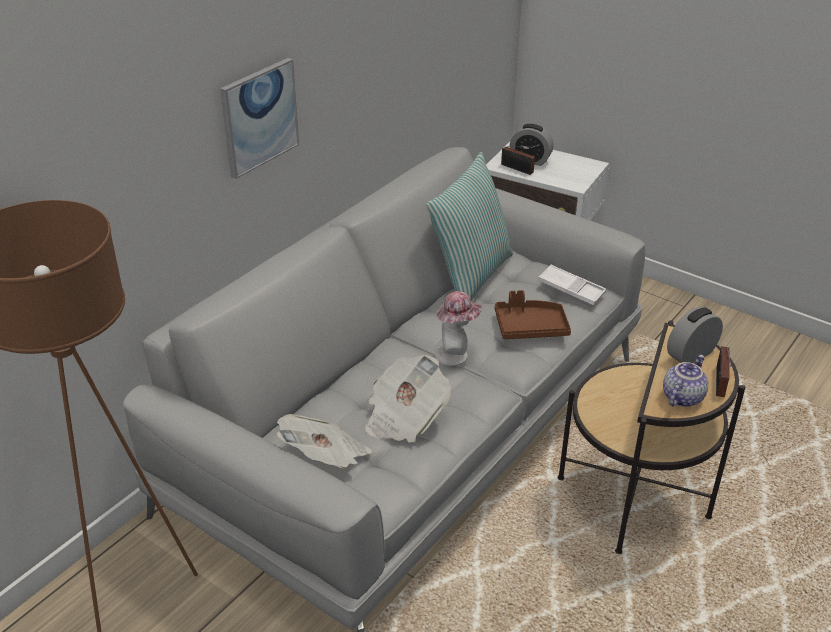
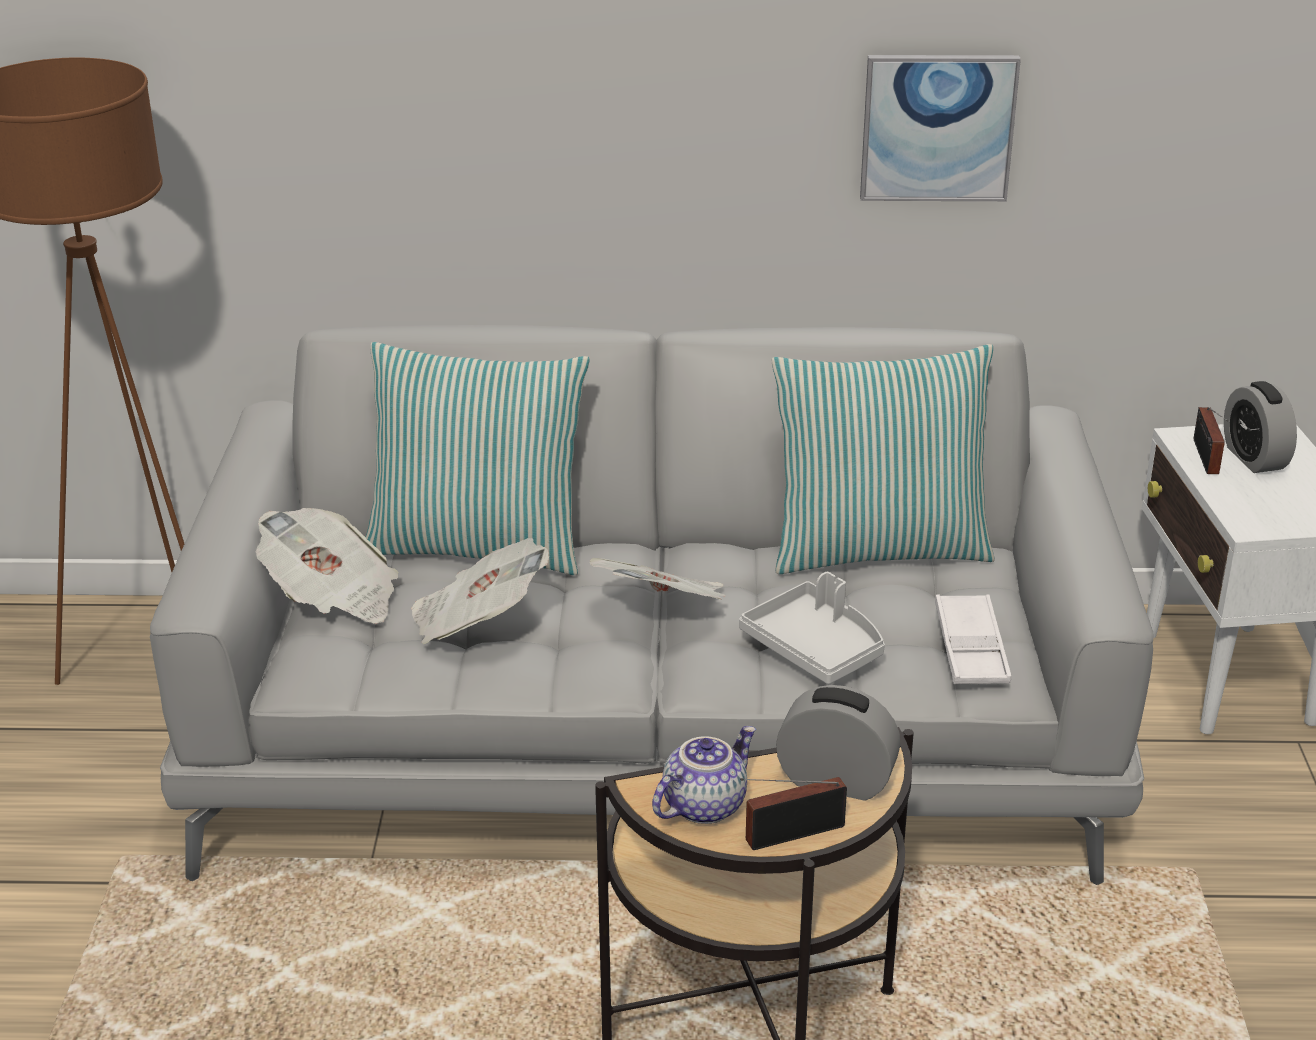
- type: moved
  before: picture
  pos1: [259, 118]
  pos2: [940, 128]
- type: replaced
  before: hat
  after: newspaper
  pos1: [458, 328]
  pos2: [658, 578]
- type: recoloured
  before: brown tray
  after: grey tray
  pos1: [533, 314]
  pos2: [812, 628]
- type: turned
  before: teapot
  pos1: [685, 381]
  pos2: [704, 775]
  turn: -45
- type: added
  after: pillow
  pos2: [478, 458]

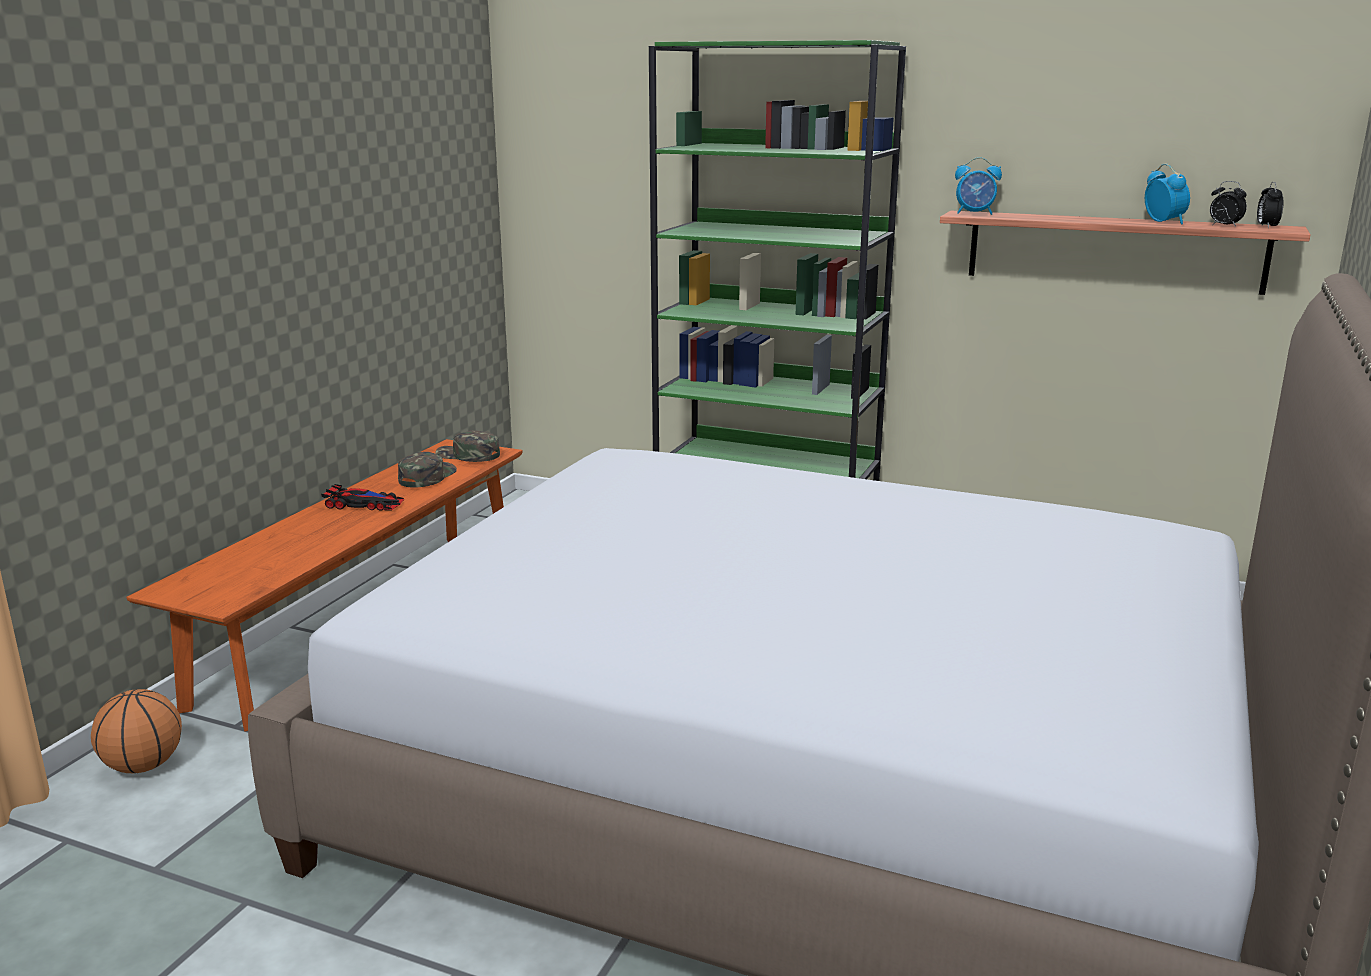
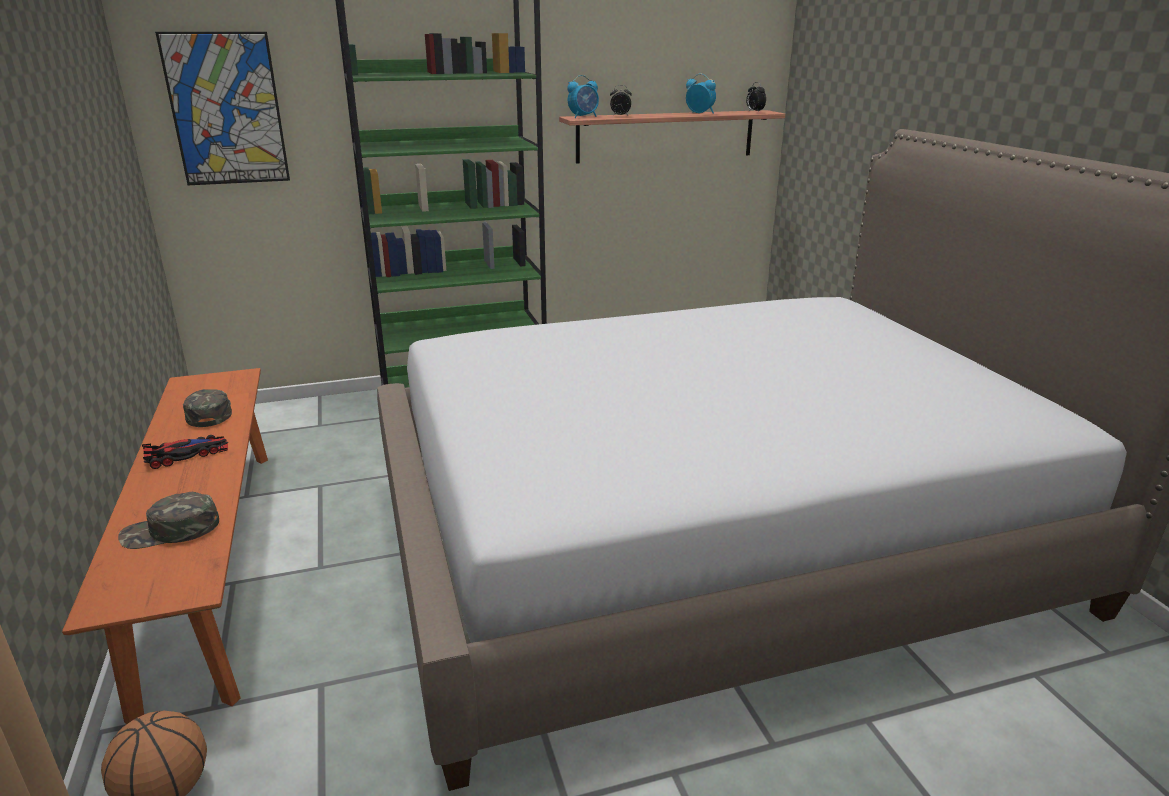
- type: moved
  before: green cap
  pos1: [467, 446]
  pos2: [168, 520]
- type: moved
  before: alarm clock
  pos1: [1228, 204]
  pos2: [621, 100]
- type: added
  after: picture
  pos2: [222, 108]

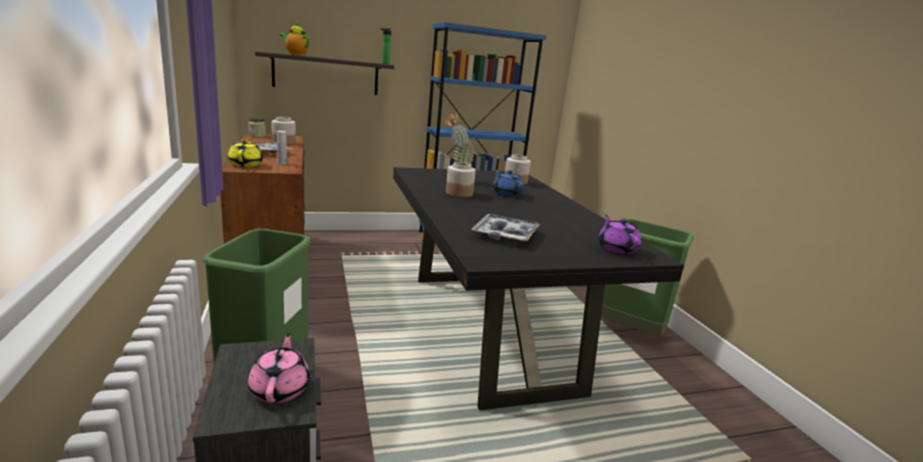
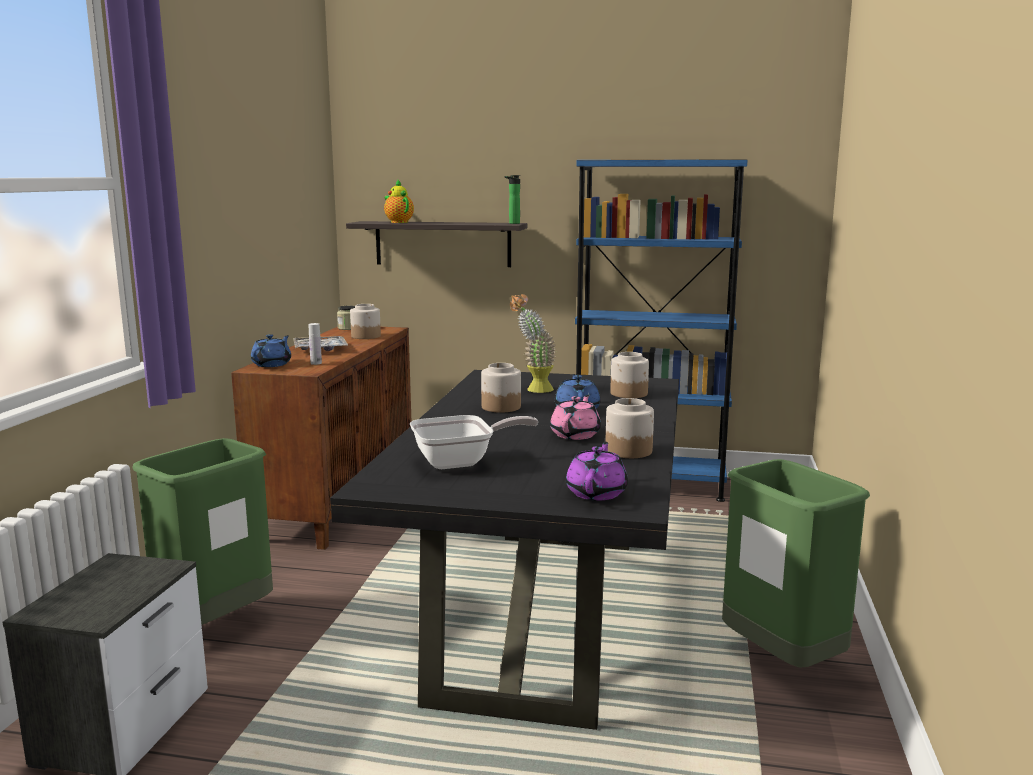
- type: recoloured
  before: yellow teapot
  after: blue teapot
  pos1: [245, 153]
  pos2: [271, 350]
- type: moved
  before: pink teapot
  pos1: [279, 368]
  pos2: [575, 417]
- type: replaced
  before: tray
  after: frying pan
  pos1: [505, 228]
  pos2: [474, 442]
- type: added
  after: jar
  pos2: [629, 428]

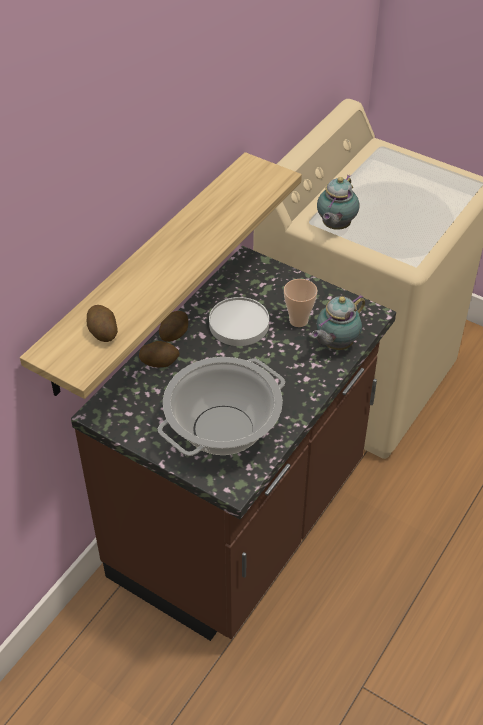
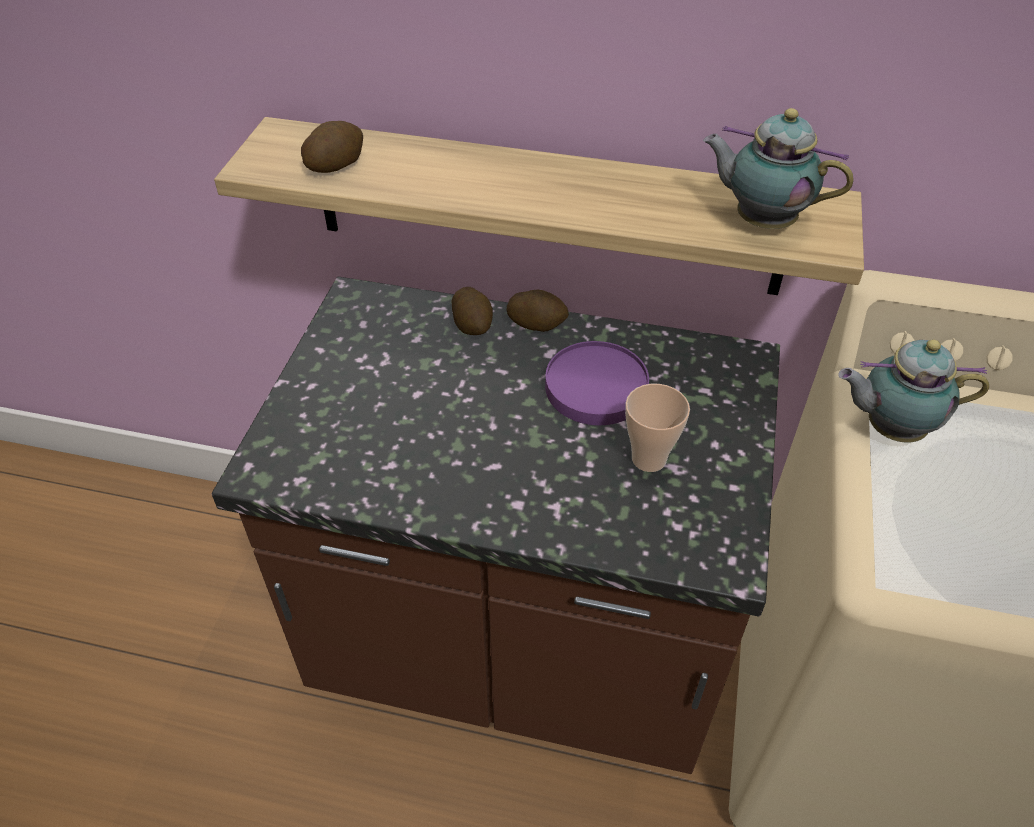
- type: removed
  before: cooking pot
  pos1: [221, 406]
- type: recoloured
  before: white plate
  after: purple plate
  pos1: [239, 321]
  pos2: [597, 383]
- type: moved
  before: teapot
  pos1: [338, 322]
  pos2: [778, 168]

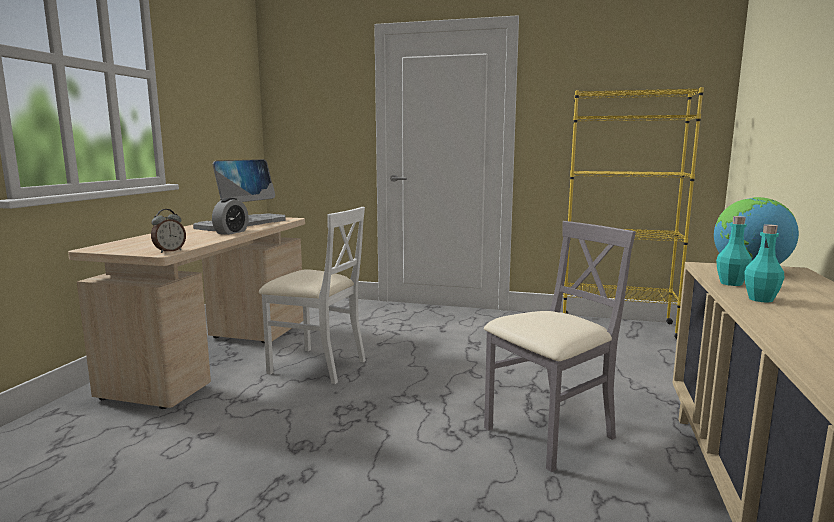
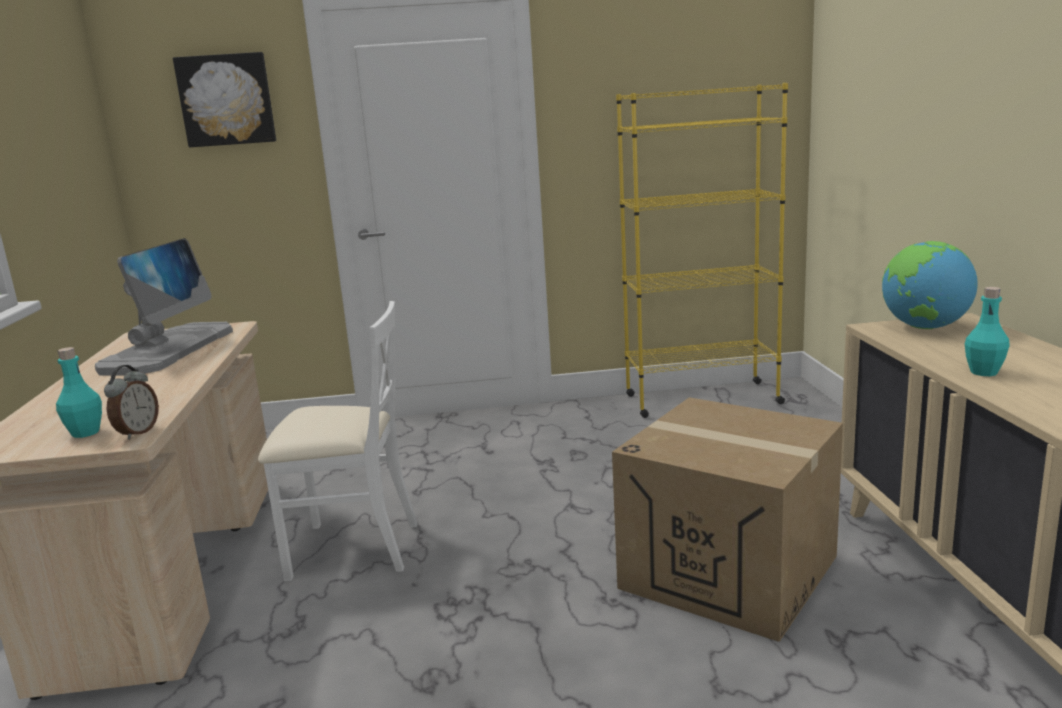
- type: removed
  before: alarm clock
  pos1: [230, 216]
- type: replaced
  before: grey chair
  after: cardboard box
  pos1: [560, 346]
  pos2: [727, 519]
- type: moved
  before: turquoise bottle
  pos1: [734, 251]
  pos2: [79, 392]
- type: added
  after: picture
  pos2: [224, 99]

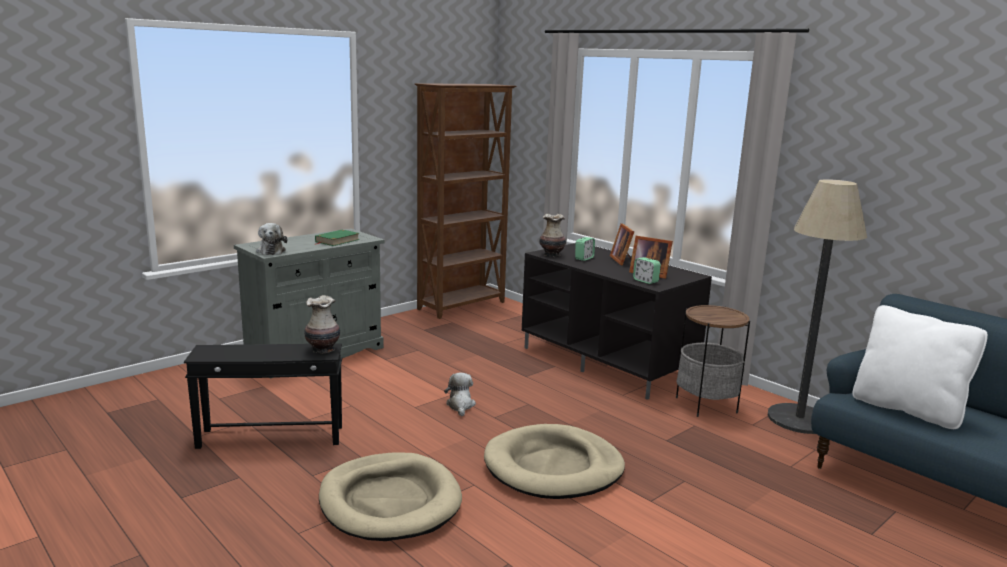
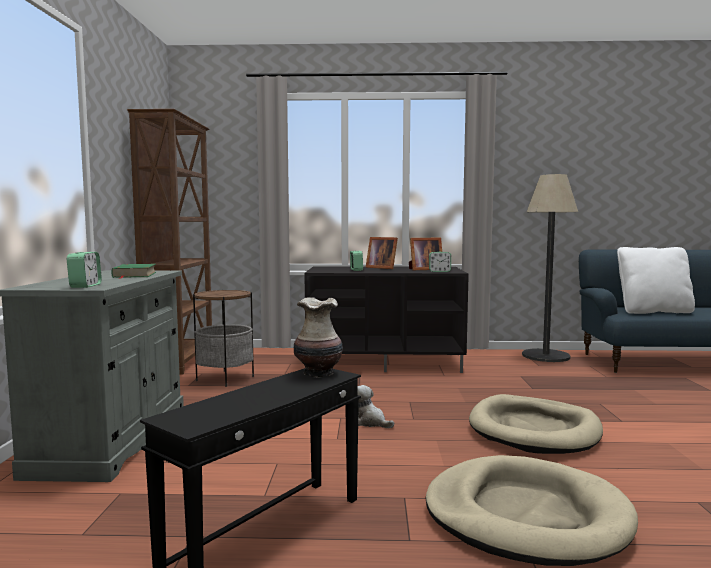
- type: replaced
  before: plush toy
  after: alarm clock
  pos1: [271, 239]
  pos2: [84, 270]
- type: removed
  before: vase
  pos1: [552, 235]
- type: moved
  before: side table
  pos1: [713, 361]
  pos2: [223, 338]

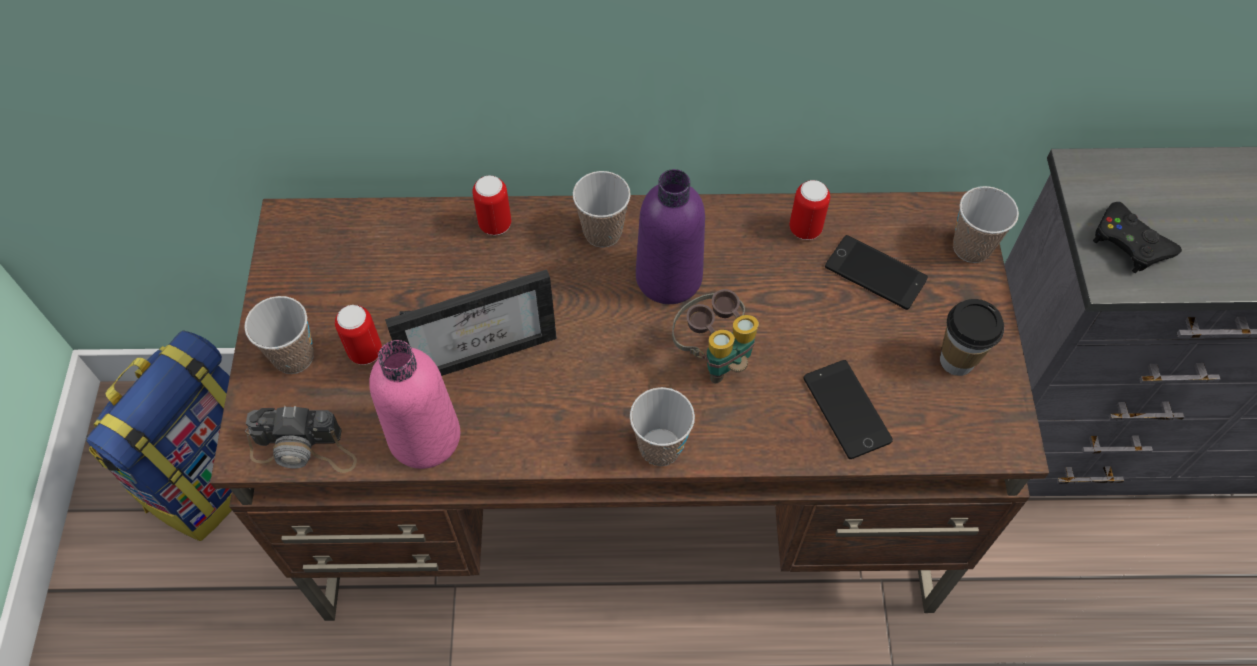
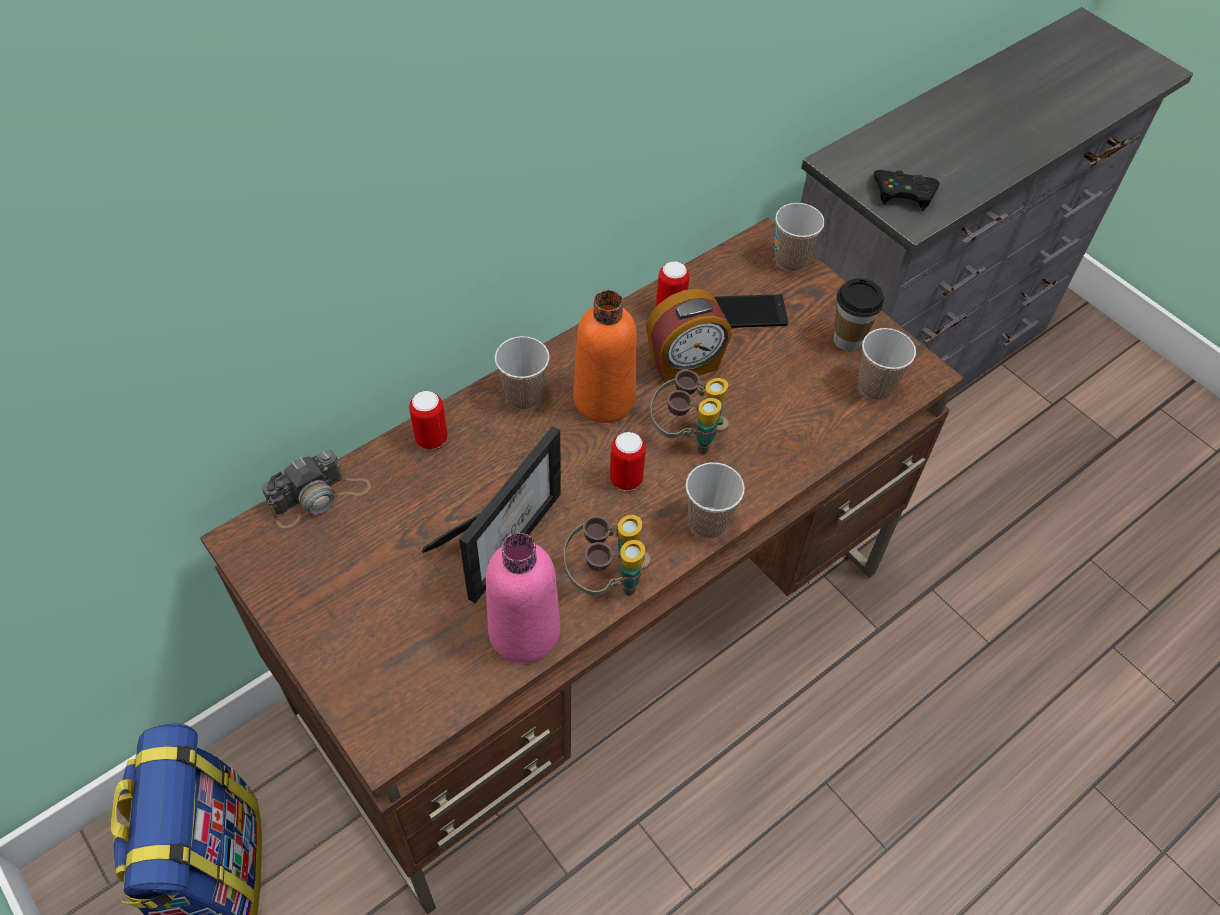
- type: moved
  before: cup
  pos1: [279, 335]
  pos2: [887, 364]
- type: moved
  before: photo camera
  pos1: [301, 439]
  pos2: [316, 489]
- type: moved
  before: can
  pos1: [358, 335]
  pos2: [628, 461]
- type: recoloured
  before: purple bottle
  after: orange bottle
  pos1: [670, 236]
  pos2: [605, 356]
- type: removed
  before: phone
  pos1: [848, 409]
- type: added
  after: binoculars
  pos2: [607, 555]
- type: added
  after: alarm clock
  pos2: [689, 336]

